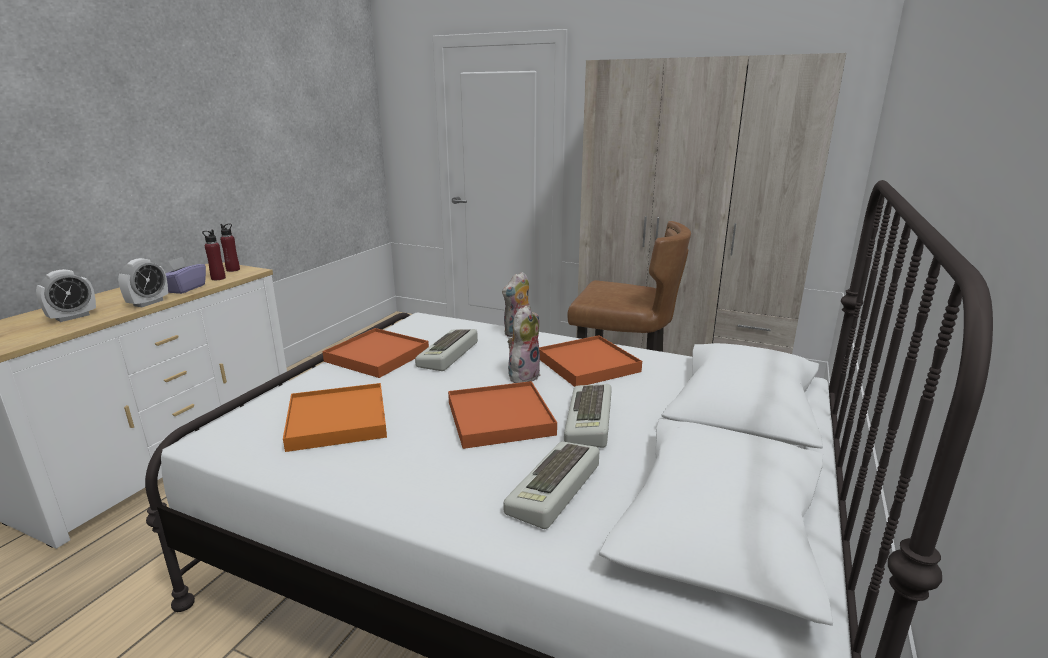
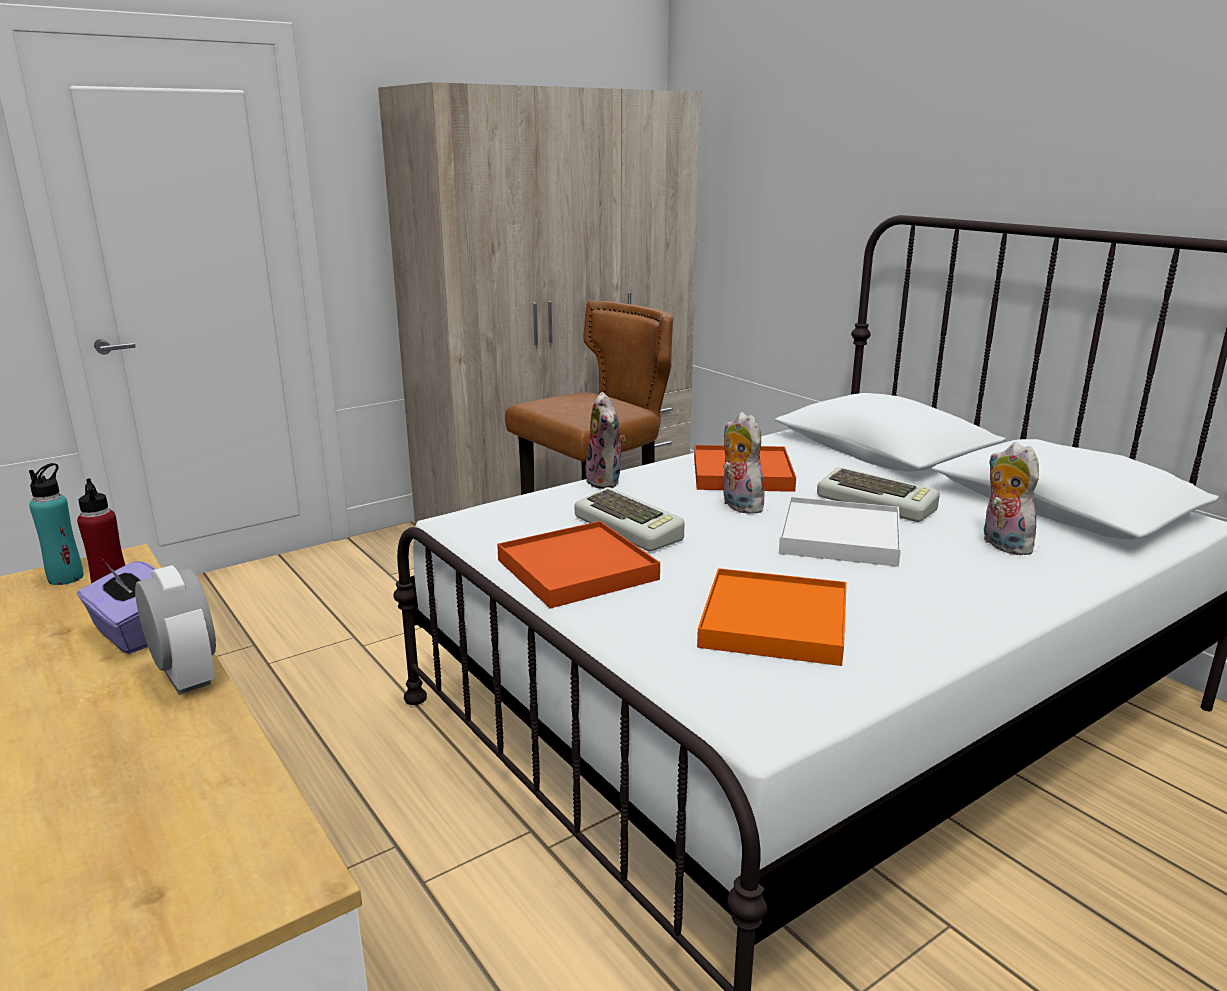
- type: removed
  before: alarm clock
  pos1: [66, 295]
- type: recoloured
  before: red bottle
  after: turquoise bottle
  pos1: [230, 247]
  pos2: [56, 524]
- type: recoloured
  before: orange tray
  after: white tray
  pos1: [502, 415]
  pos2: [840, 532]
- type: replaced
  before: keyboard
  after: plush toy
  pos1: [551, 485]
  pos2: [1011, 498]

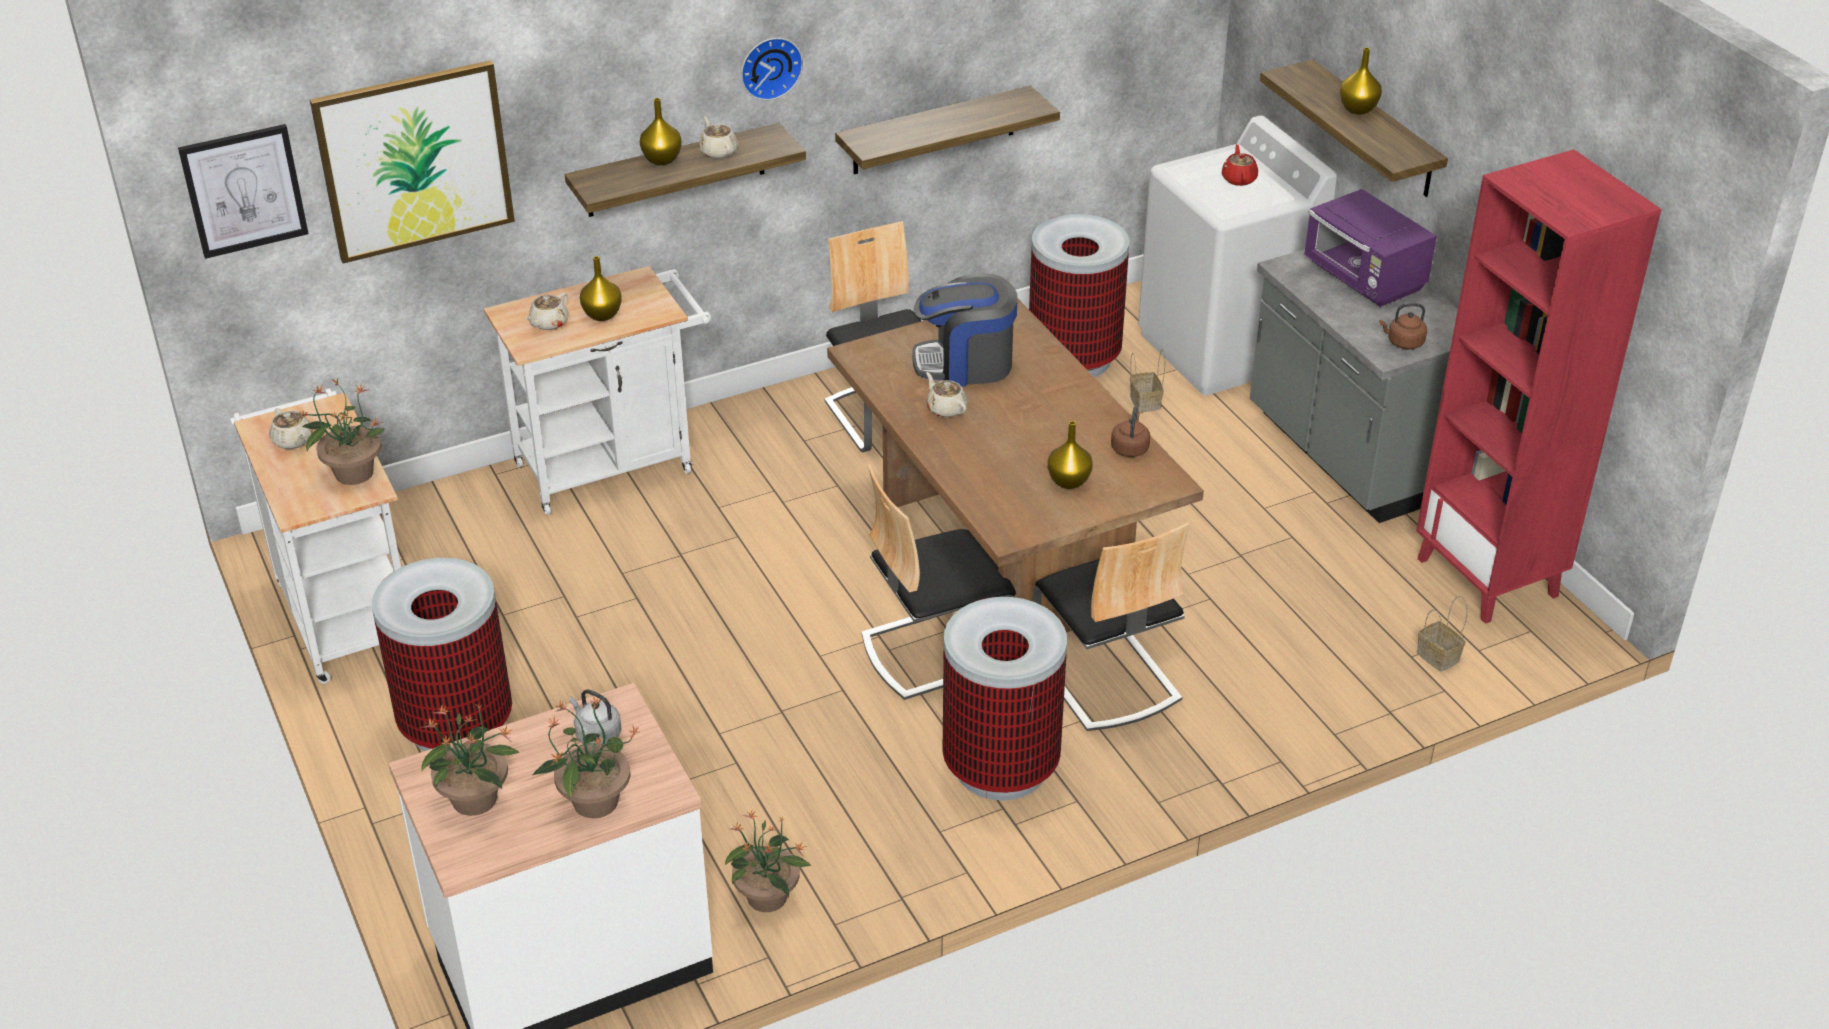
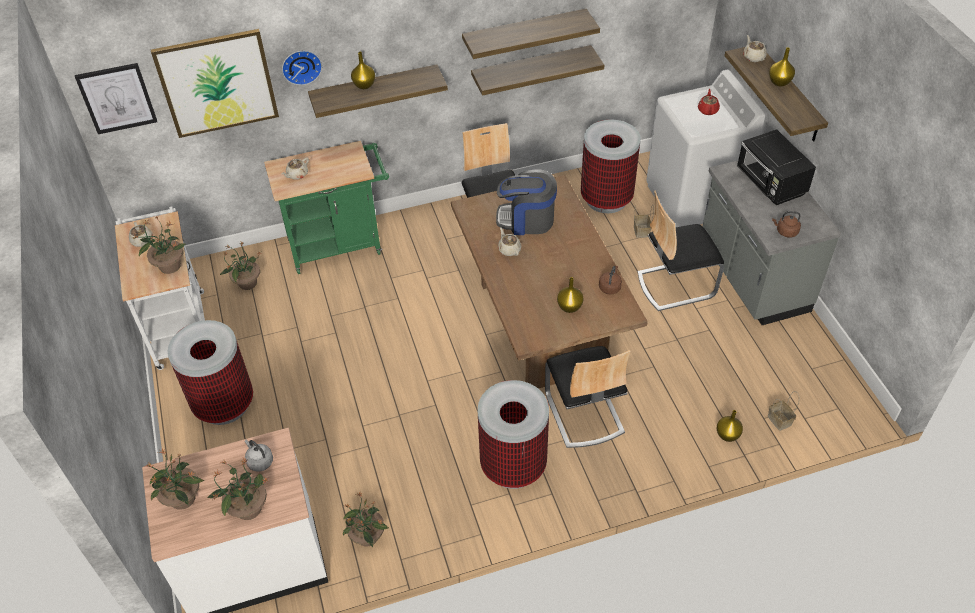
- type: recoloured
  before: white cart
  after: green cart
  pos1: [597, 390]
  pos2: [326, 207]
- type: moved
  before: yellow vase
  pos1: [601, 288]
  pos2: [729, 426]
- type: moved
  before: beige teapot
  pos1: [718, 137]
  pos2: [755, 48]
- type: moved
  before: wall clock
  pos1: [772, 69]
  pos2: [302, 68]
- type: moved
  before: chair
  pos1: [938, 582]
  pos2: [681, 250]
- type: recoloured
  before: purple microwave
  after: black microwave
  pos1: [1370, 248]
  pos2: [776, 167]
- type: removed
  before: red bookcase
  pos1: [1539, 386]
- type: added
  after: potted plant
  pos2: [240, 265]
- type: added
  after: shelf
  pos2: [531, 34]

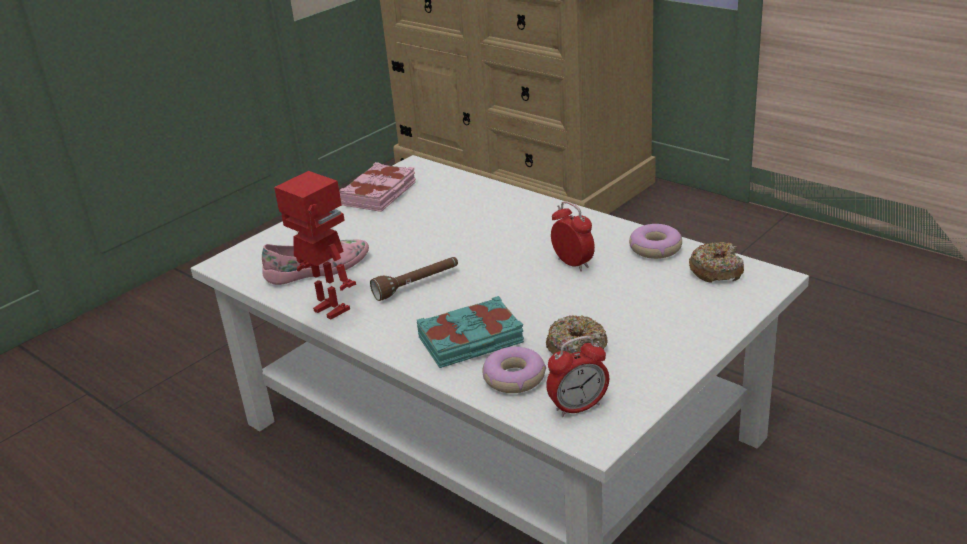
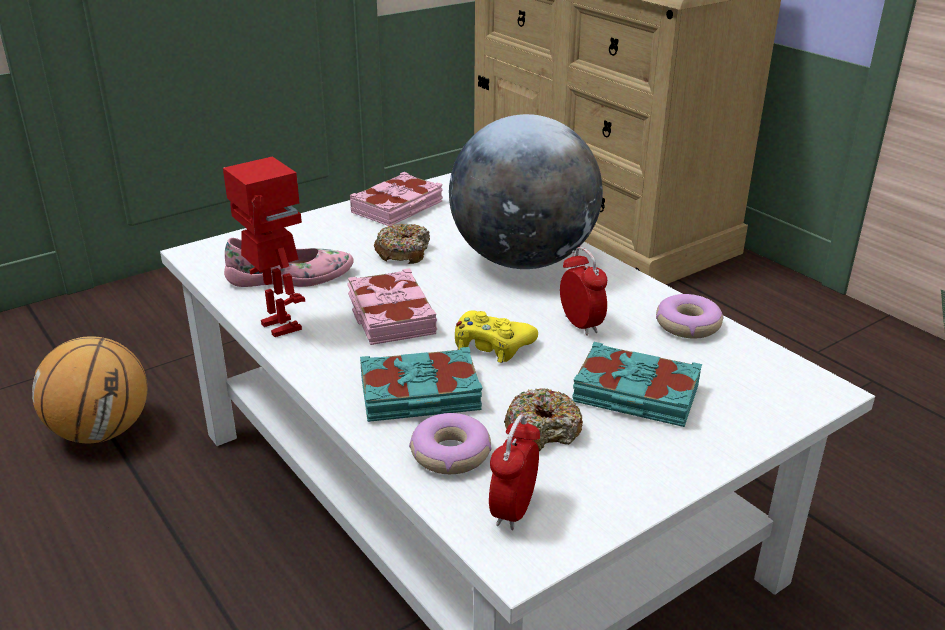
- type: replaced
  before: brown flashlight
  after: pink book
  pos1: [414, 279]
  pos2: [392, 306]
- type: turned
  before: alarm clock
  pos1: [577, 376]
  pos2: [514, 472]
  turn: 120
- type: moved
  before: donut
  pos1: [716, 262]
  pos2: [402, 244]
- type: added
  after: basketball
  pos2: [89, 389]
- type: added
  after: globe
  pos2: [526, 191]
- type: added
  after: yellow game controller
  pos2: [496, 336]
- type: added
  after: turquoise book
  pos2: [637, 384]

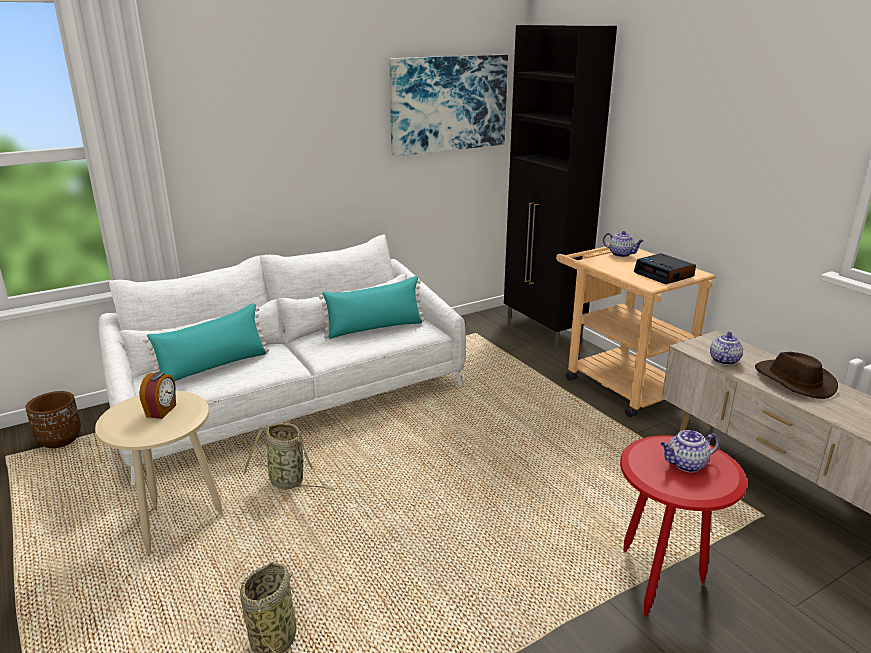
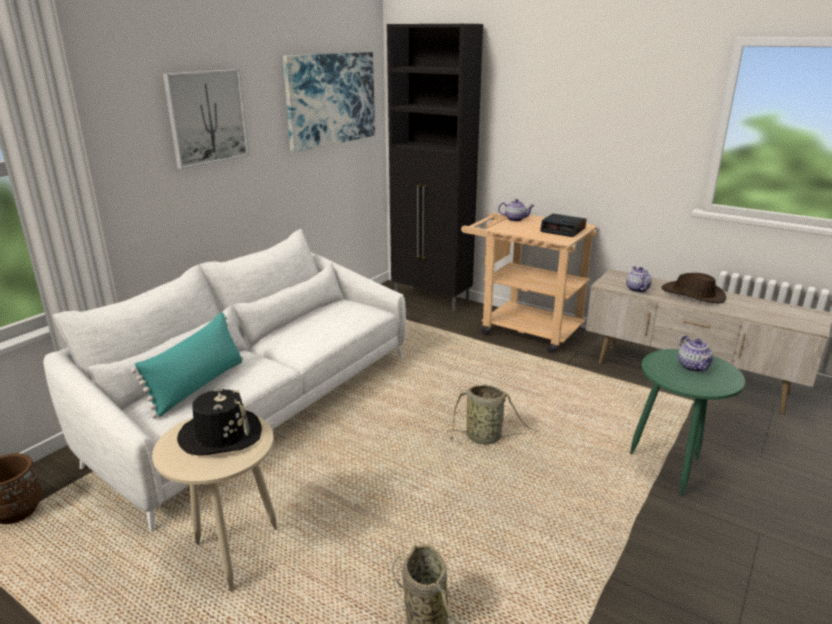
- type: replaced
  before: alarm clock
  after: black hat
  pos1: [157, 395]
  pos2: [219, 421]
- type: moved
  before: basket
  pos1: [289, 457]
  pos2: [493, 414]
- type: removed
  before: turquoise pillow
  pos1: [372, 307]
- type: recoloured
  before: red side table
  after: green side table
  pos1: [683, 526]
  pos2: [687, 422]
- type: turned
  before: teapot
  pos1: [690, 451]
  pos2: [696, 354]
  turn: -60
- type: added
  after: picture
  pos2: [206, 119]

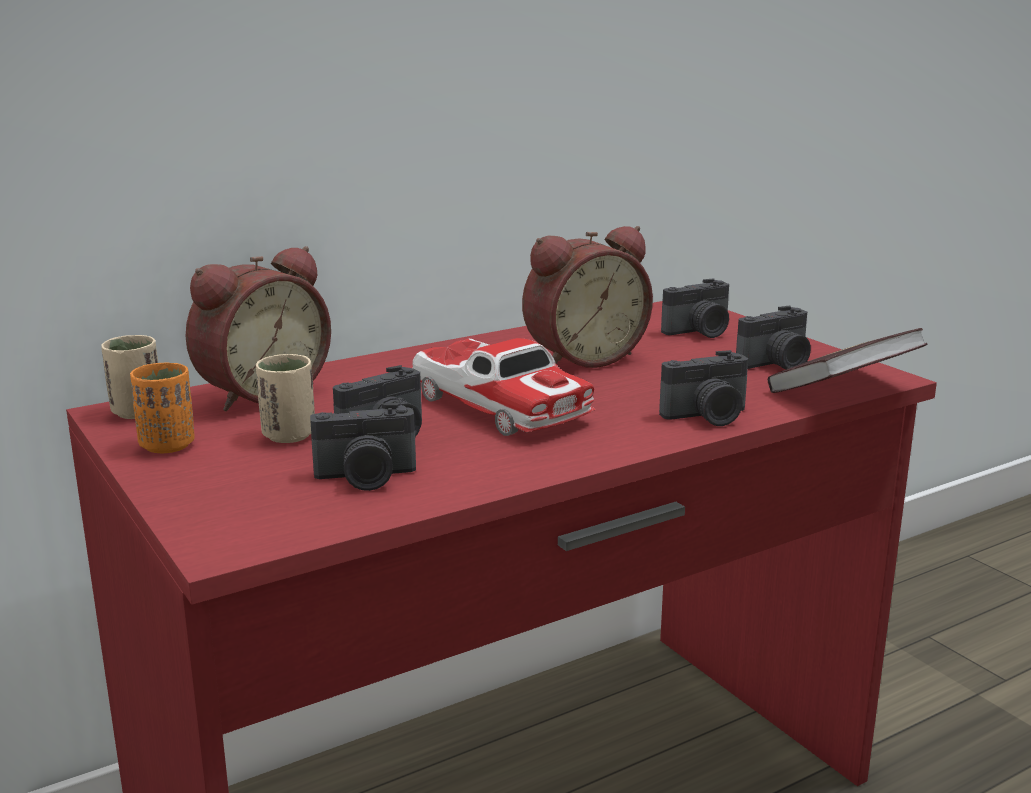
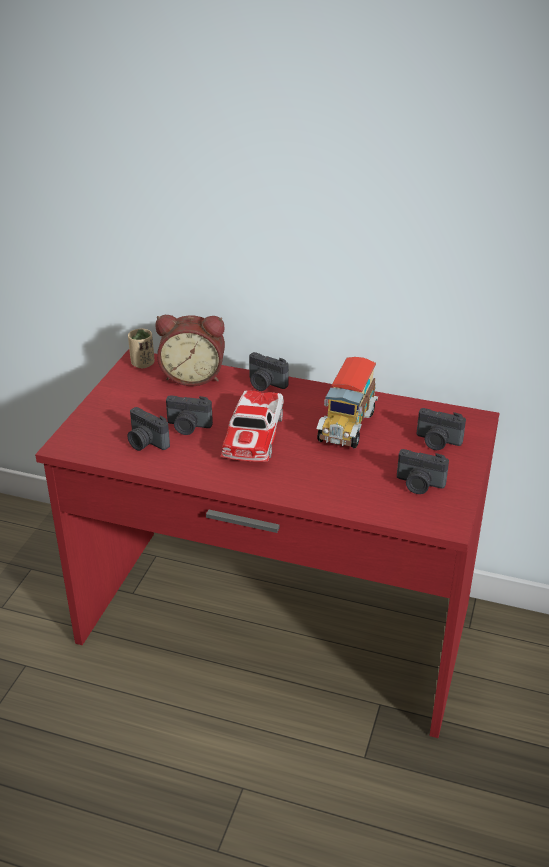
- type: removed
  before: orange cup
  pos1: [162, 408]
- type: removed
  before: beige cup
  pos1: [285, 398]
- type: replaced
  before: alarm clock
  after: toy truck
  pos1: [587, 297]
  pos2: [347, 402]
- type: moved
  before: photo camera
  pos1: [703, 388]
  pos2: [269, 371]
- type: removed
  before: book
  pos1: [848, 360]

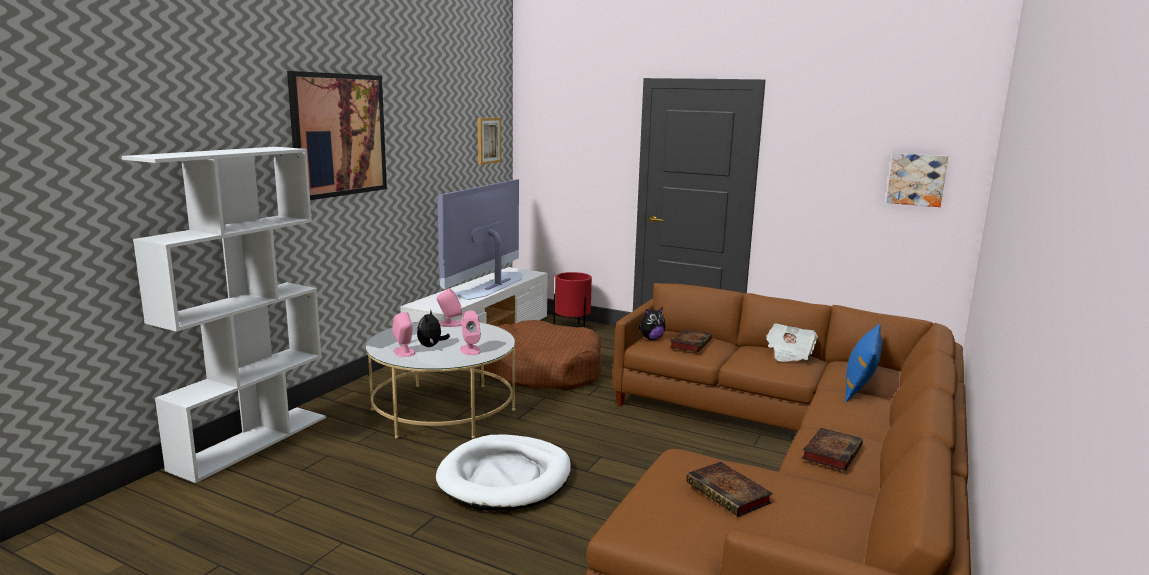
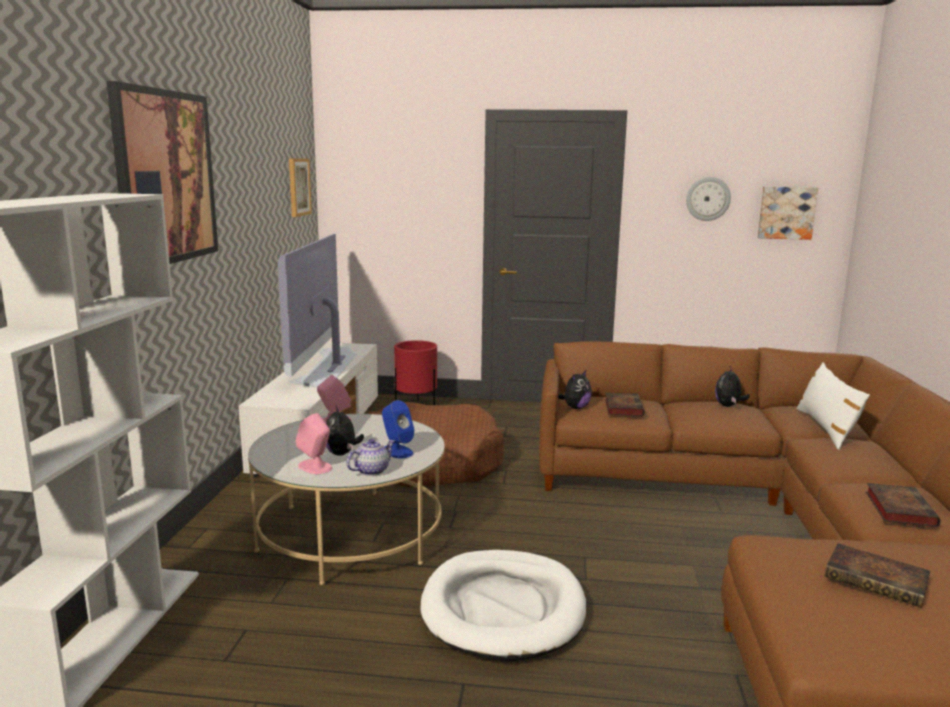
- type: recoloured
  before: pink speaker
  after: blue speaker
  pos1: [470, 333]
  pos2: [398, 429]
- type: replaced
  before: newspaper
  after: plush toy
  pos1: [792, 343]
  pos2: [732, 386]
- type: recoloured
  before: blue pillow
  after: white pillow
  pos1: [863, 363]
  pos2: [833, 406]
- type: added
  after: teapot
  pos2: [370, 457]
- type: added
  after: wall clock
  pos2: [708, 199]

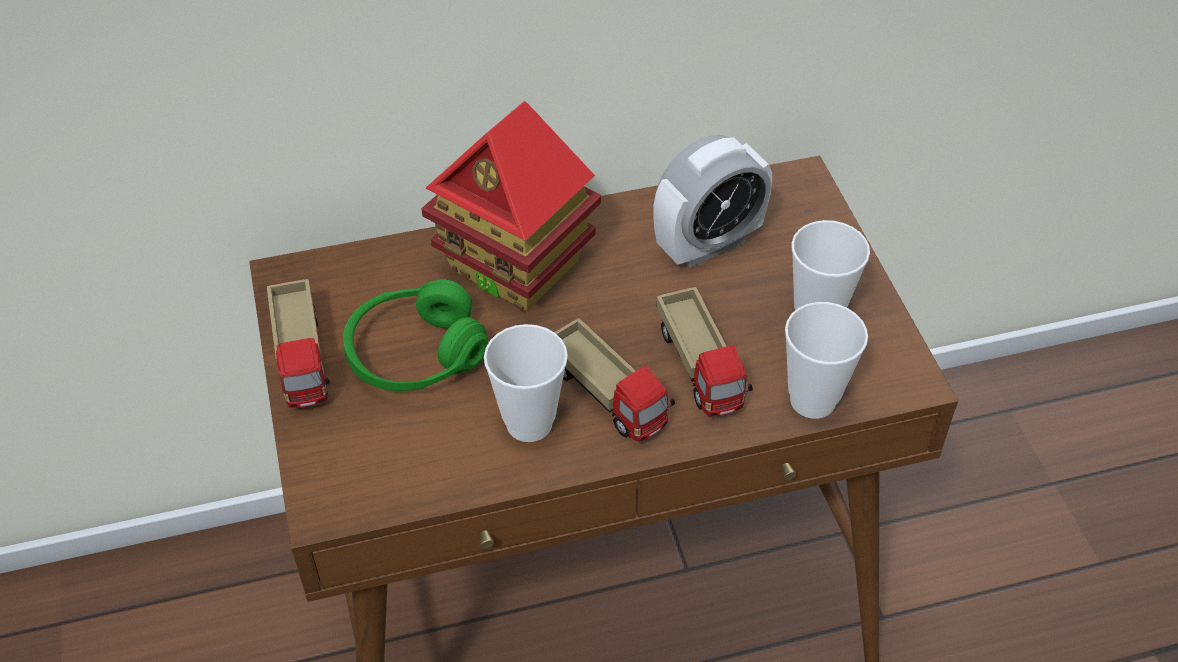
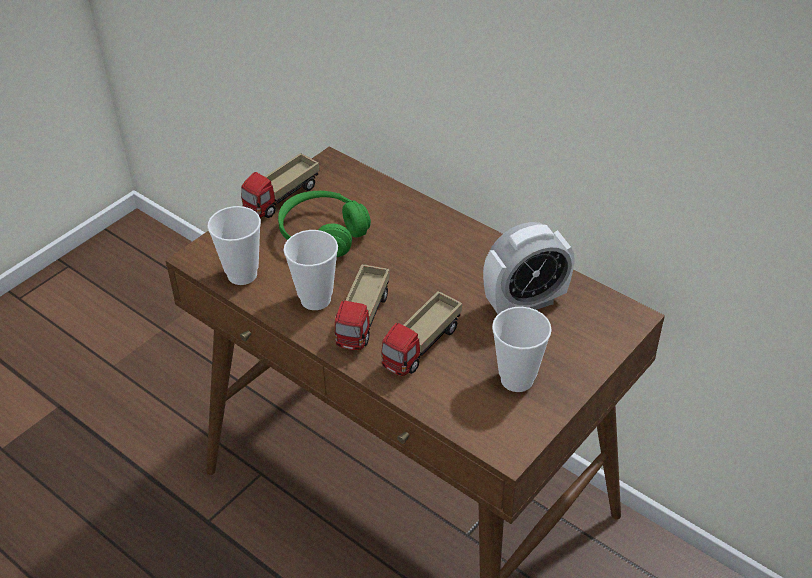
- type: removed
  before: toy house
  pos1: [511, 206]
- type: turned
  before: alarm clock
  pos1: [712, 201]
  pos2: [528, 268]
  turn: -45
- type: moved
  before: cup
  pos1: [826, 360]
  pos2: [234, 245]

